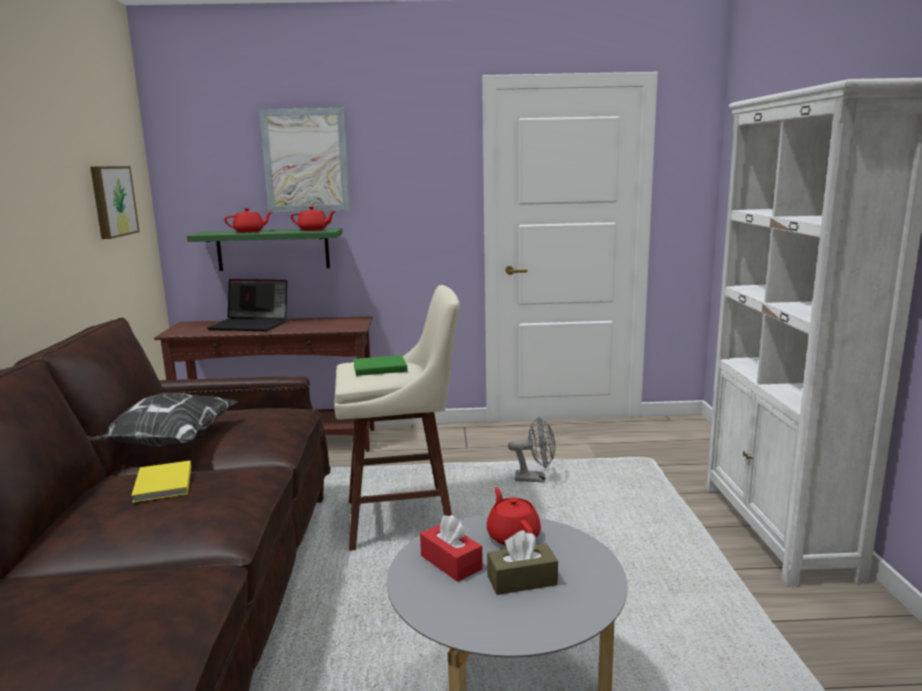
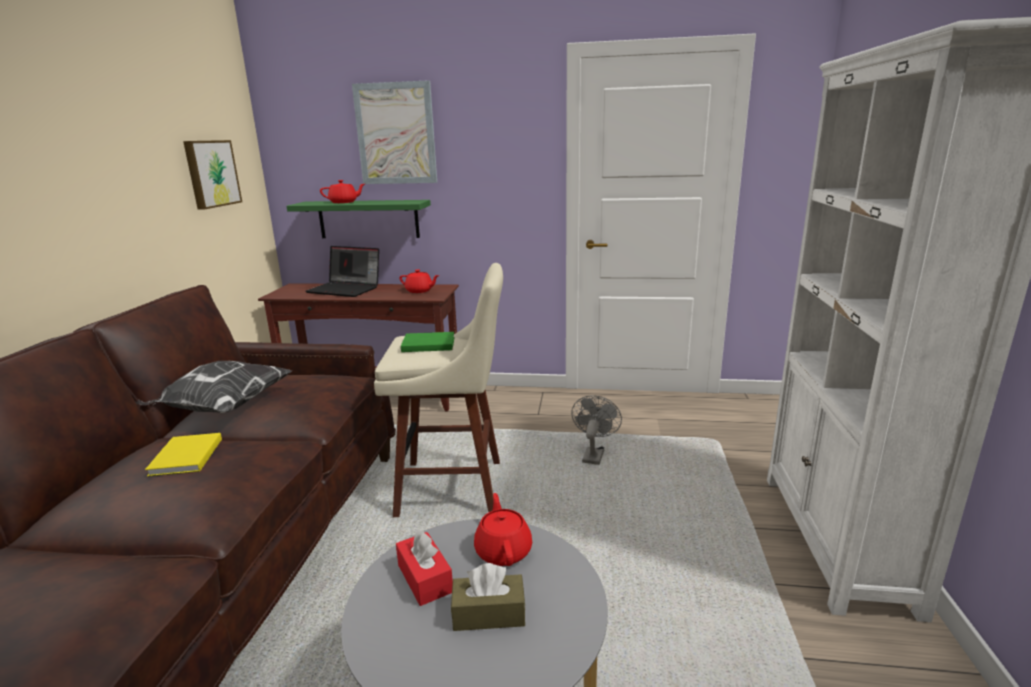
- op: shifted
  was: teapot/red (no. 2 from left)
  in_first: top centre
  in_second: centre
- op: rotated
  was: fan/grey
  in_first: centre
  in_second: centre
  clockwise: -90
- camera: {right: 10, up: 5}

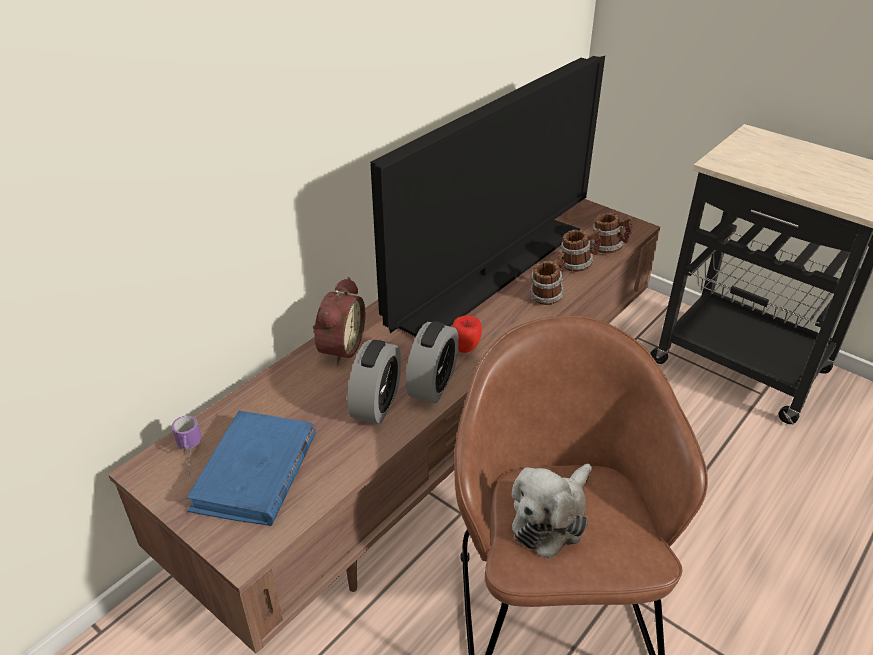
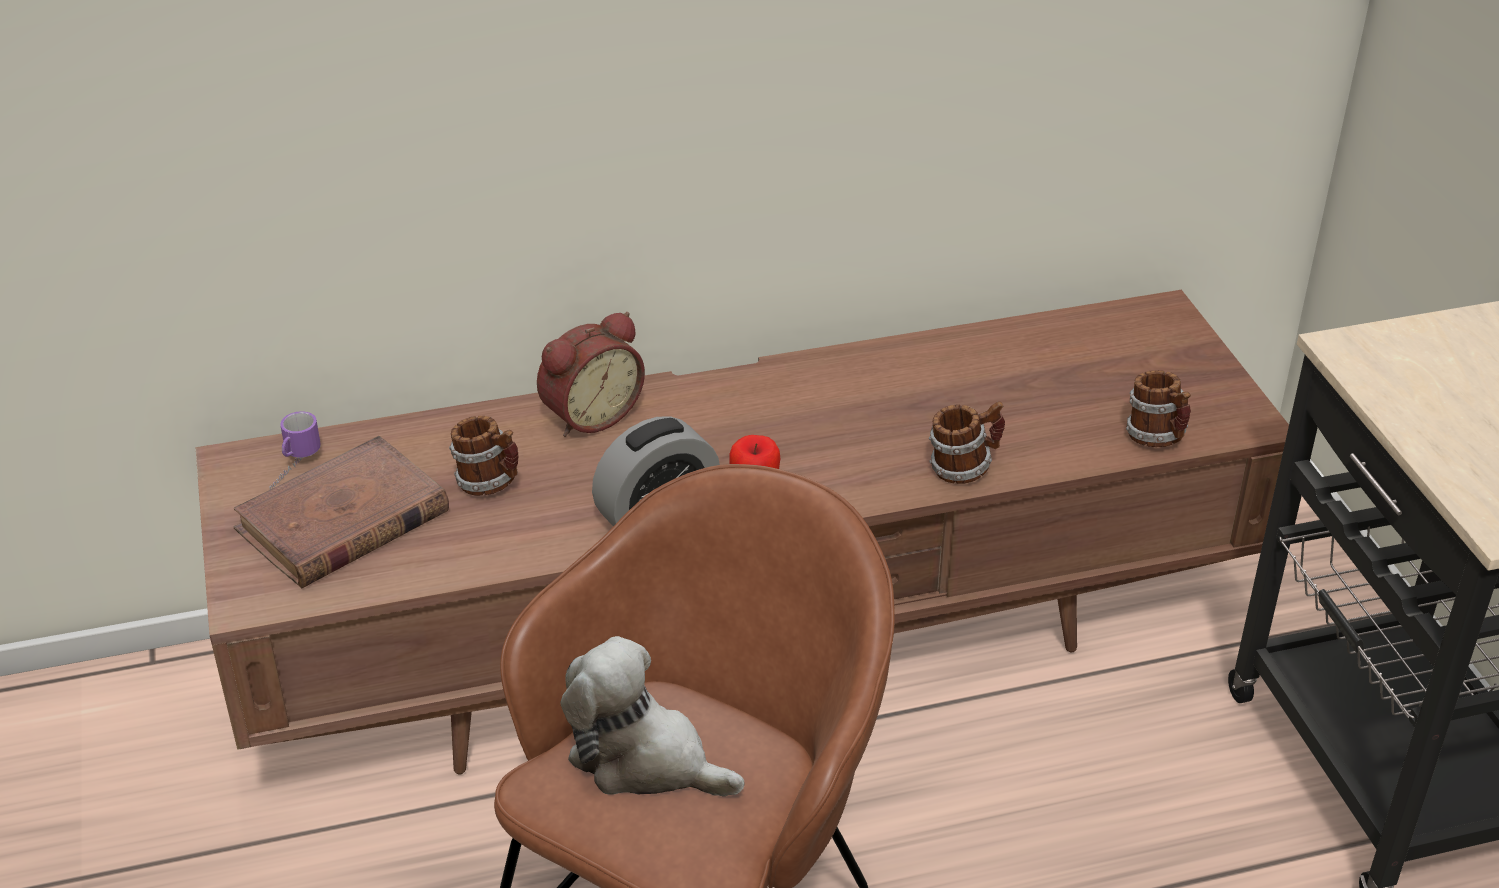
- op: gone
  was: alarm clock (no. 2 from left)
  in_first: centre
- op: gone
  was: television
  in_first: top centre
- op: shifted
  was: mug (no. 3 from left in the first image)
  now: mug (no. 2 from left)
  in_first: centre
  in_second: middle left
- op: repainted
  was: book/blue
  now: book/brown
  in_first: bottom left
  in_second: middle left
- op: rotated
  was: plush toy
  in_first: bottom centre
  in_second: bottom centre
  clockwise: 45
- camera: {right: 35, up: 0}

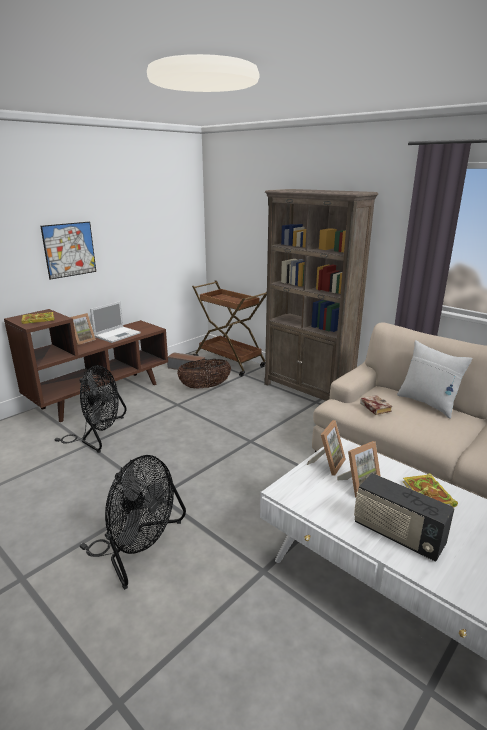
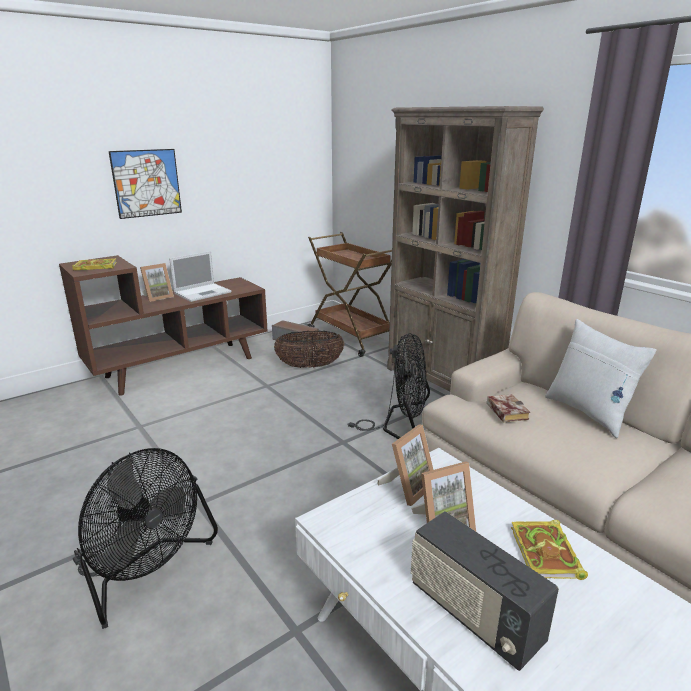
- op: shifted
  was: fan/black (no. 1 from left in the first image)
  now: fan/black (no. 2 from left)
  in_first: middle left
  in_second: centre
- camera: {right: 10, up: 0}

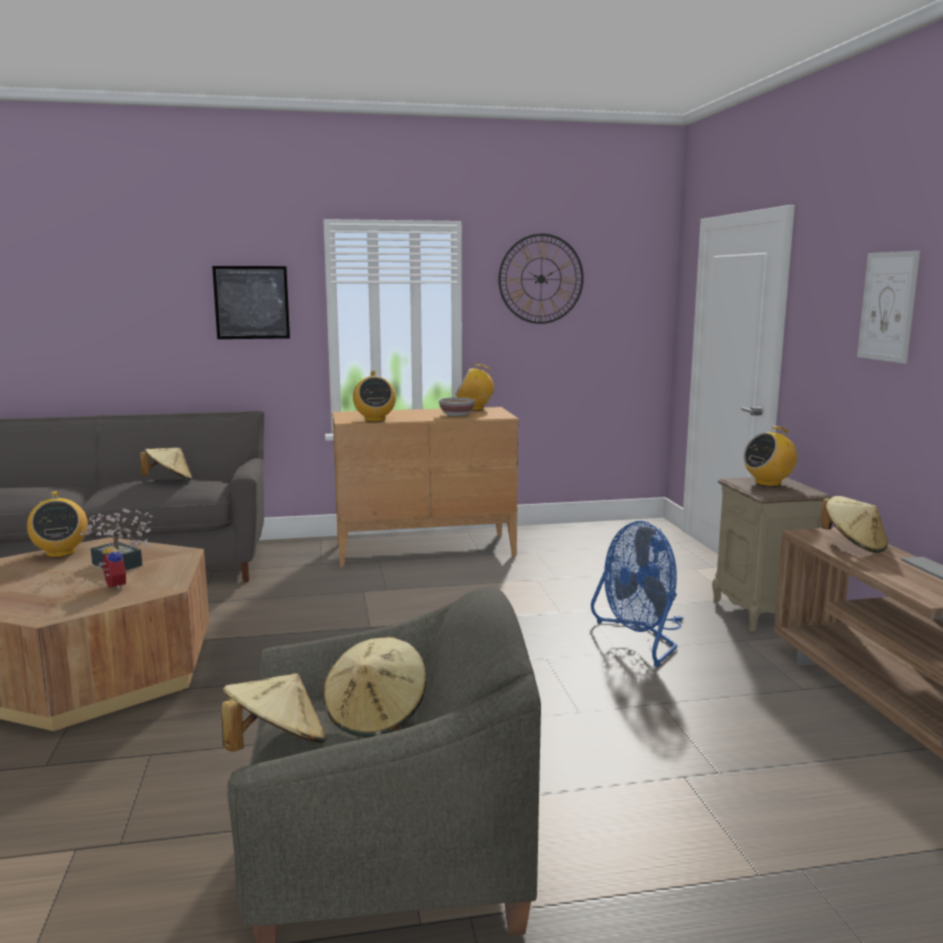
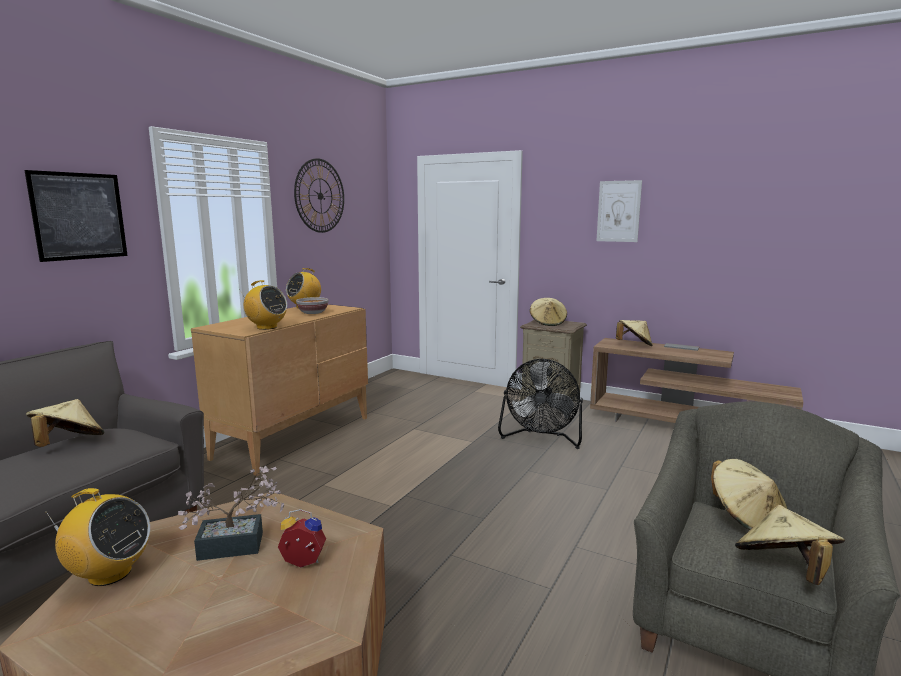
- op: swapped
  was: radio (no. 4 from left)
  now: hat/beige (no. 2 from left)
  in_first: middle right
  in_second: centre
- op: repainted
  was: fan/blue
  now: fan/black
  in_first: middle right
  in_second: centre
- camera: {right: -50, up: 0}

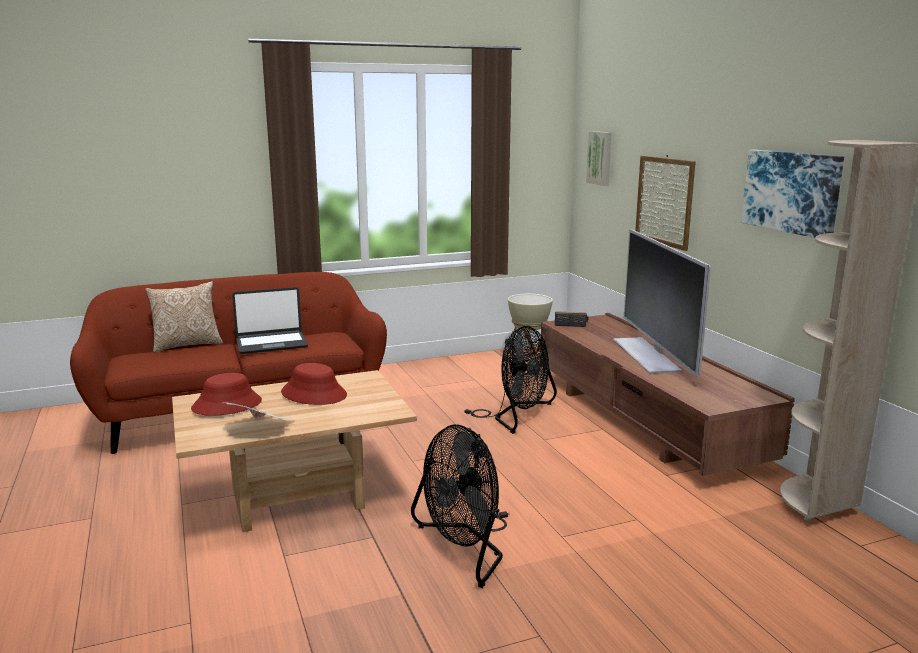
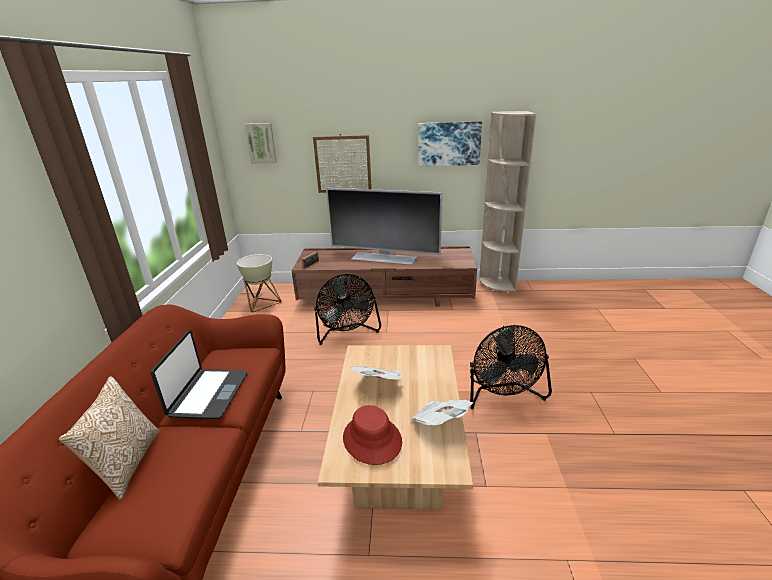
- op: swapped
  was: hat/red (no. 2 from left)
  now: newspaper (no. 1 from left)
  in_first: centre
  in_second: centre
- op: rotated
  was: fan/black (no. 2 from left in the first image)
  in_first: centre
  in_second: centre
  clockwise: 105
- camera: {right: -65, up: 10}

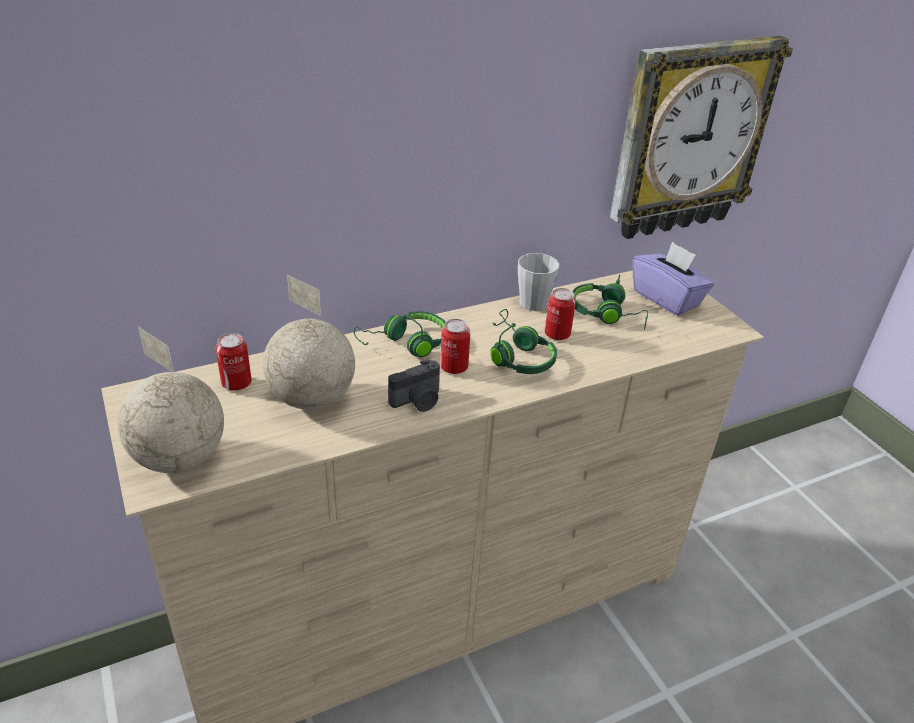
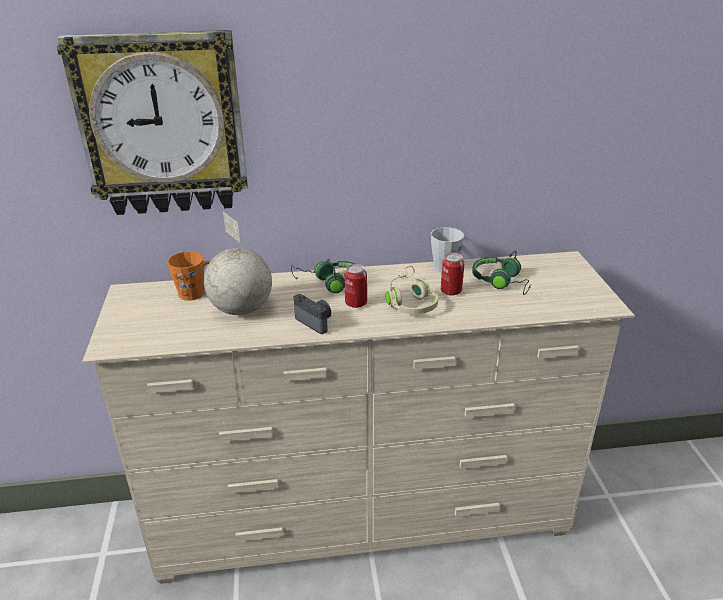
- op: gone
  was: globe (no. 1 from left)
  in_first: middle left
- op: gone
  was: tissue box/purple
  in_first: middle right
- op: shifted
  was: wall clock
  in_first: top right
  in_second: top left
- op: swapped
  was: can (no. 1 from left)
  now: mug/orange
  in_first: middle left
  in_second: middle left
- op: repainted
  was: headphones/green (no. 2 from left)
  now: headphones/beige
  in_first: centre
  in_second: centre
- op: rotated
  was: photo camera
  in_first: centre
  in_second: centre
  clockwise: -120
- camera: {right: 20, up: -5}

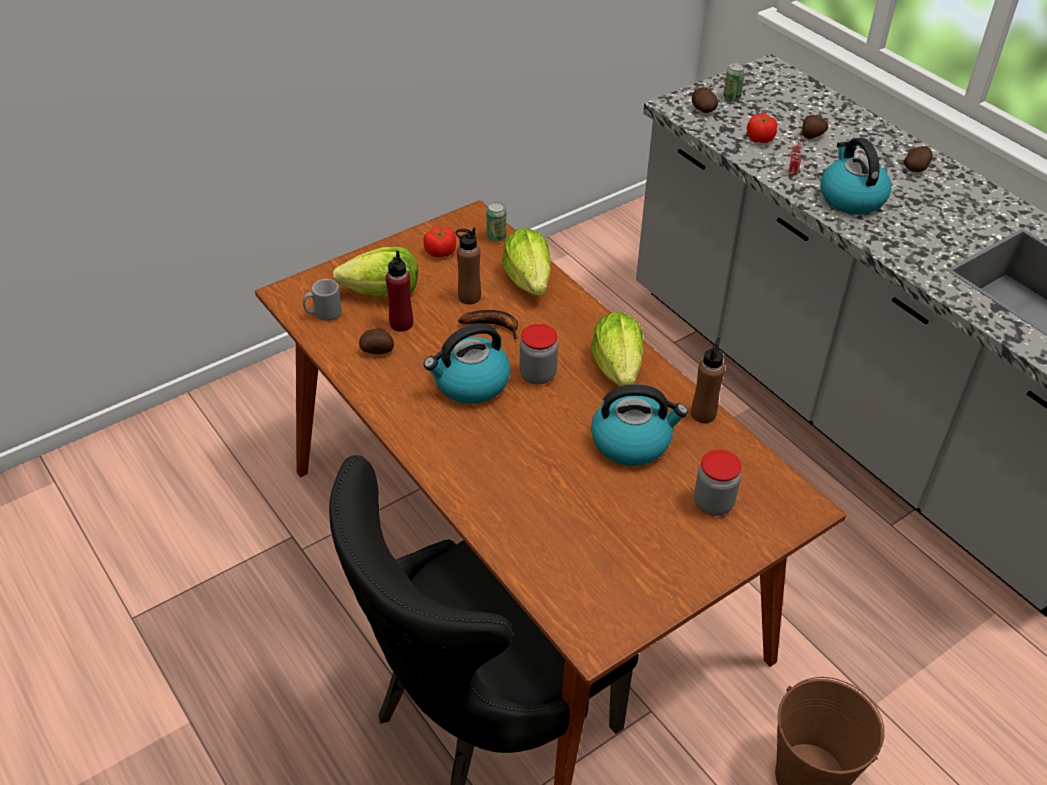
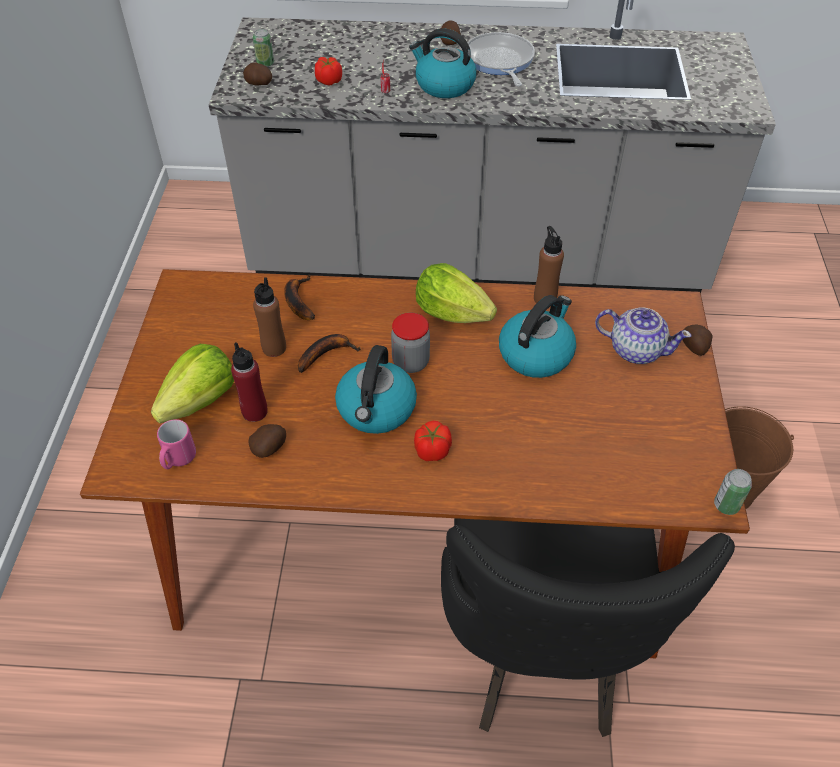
- op: new
  now: frying pan
  in_second: top centre
- op: shifted
  was: tomato (no. 1 from left in the first image)
  now: tomato (no. 2 from left)
  in_first: top centre
  in_second: centre
- op: shifted
  was: can (no. 1 from left in the first image)
  now: can (no. 3 from left)
  in_first: top centre
  in_second: middle right
- op: shifted
  was: potato (no. 3 from left in the first image)
  now: potato (no. 4 from left)
  in_first: top right
  in_second: middle right
- op: swapped
  was: lettuce (no. 2 from left)
  now: banana (no. 1 from left)
  in_first: centre
  in_second: centre
- op: swapped
  was: jar (no. 2 from left)
  now: teapot
  in_first: middle right
  in_second: middle right
- op: repainted
  was: mug/grey
  now: mug/pink
  in_first: middle left
  in_second: middle left
- camera: {right: -50, up: 5}

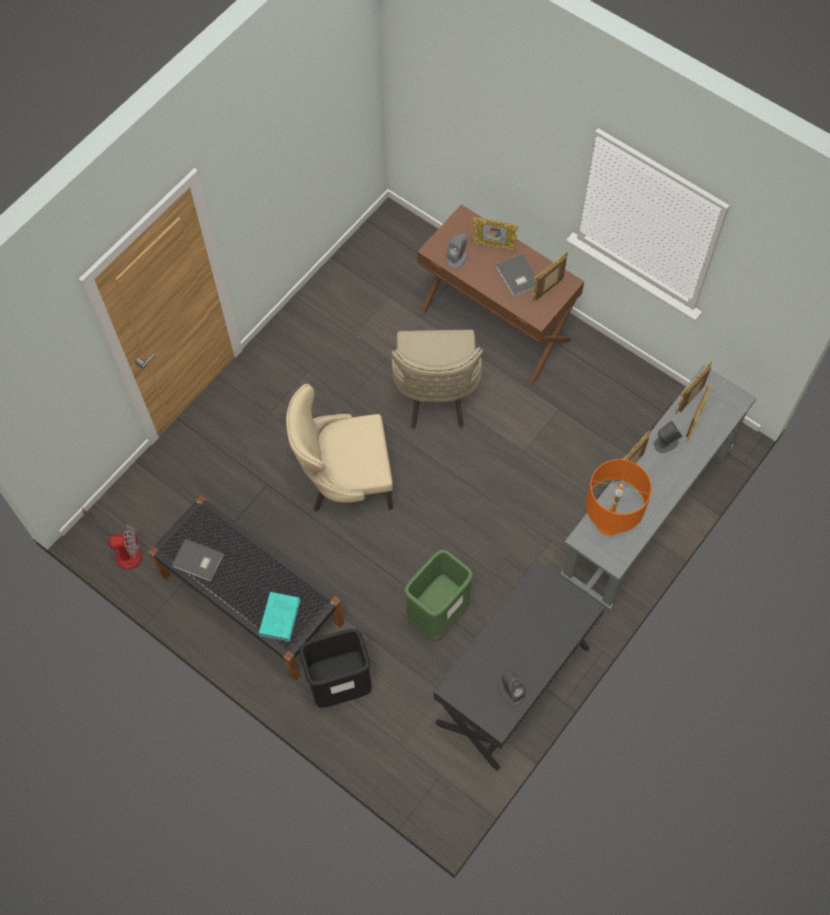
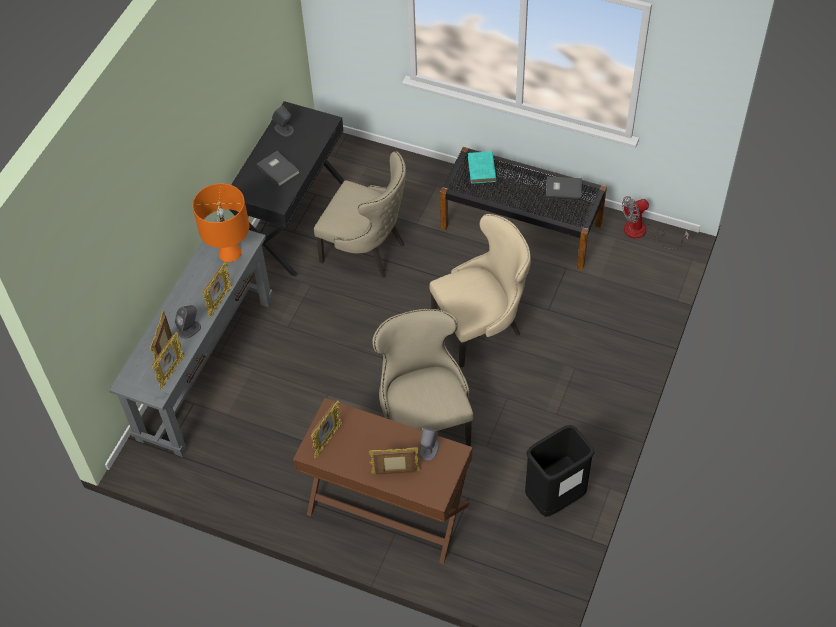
- op: shifted
  was: trash can/black
  in_first: bottom centre
  in_second: bottom right
- op: shifted
  was: book/grey (no. 2 from left in the first image)
  now: book/grey (no. 1 from left)
  in_first: top centre
  in_second: top left
- op: swapped
  was: trash can/green
  now: chair/beige (no. 1 from left)
  in_first: centre
  in_second: centre
- camera: {right: 165, up: -10}

